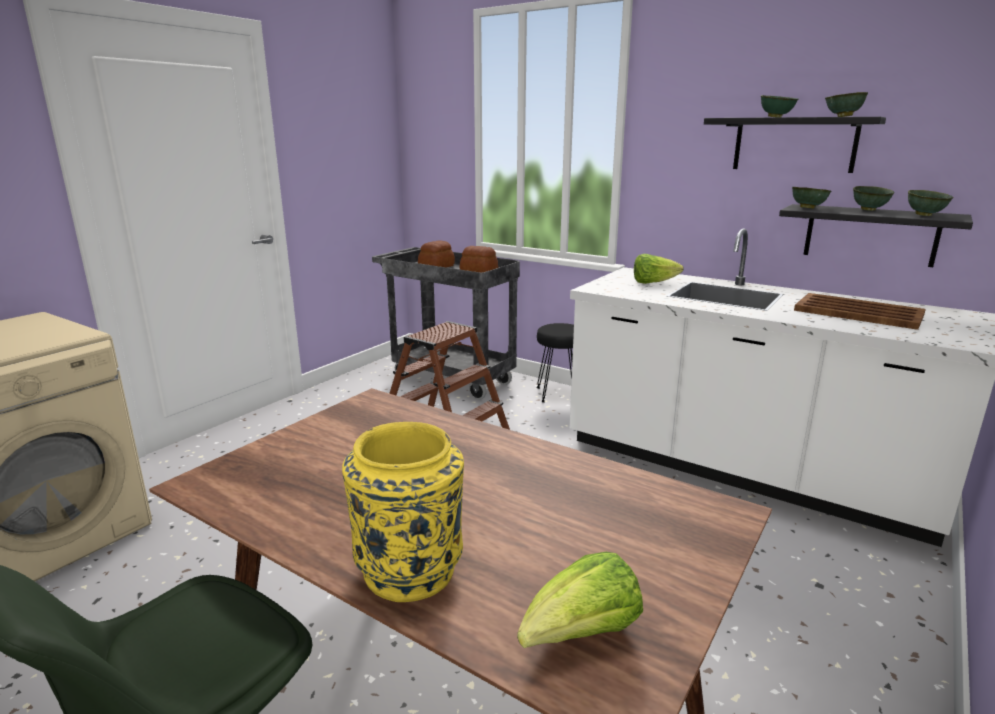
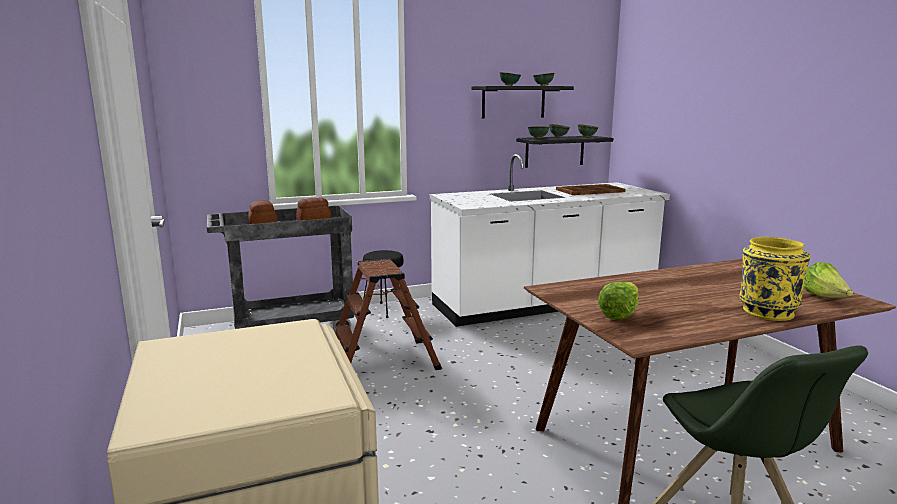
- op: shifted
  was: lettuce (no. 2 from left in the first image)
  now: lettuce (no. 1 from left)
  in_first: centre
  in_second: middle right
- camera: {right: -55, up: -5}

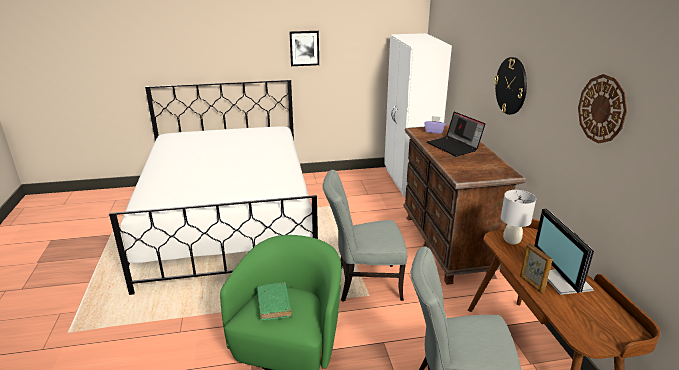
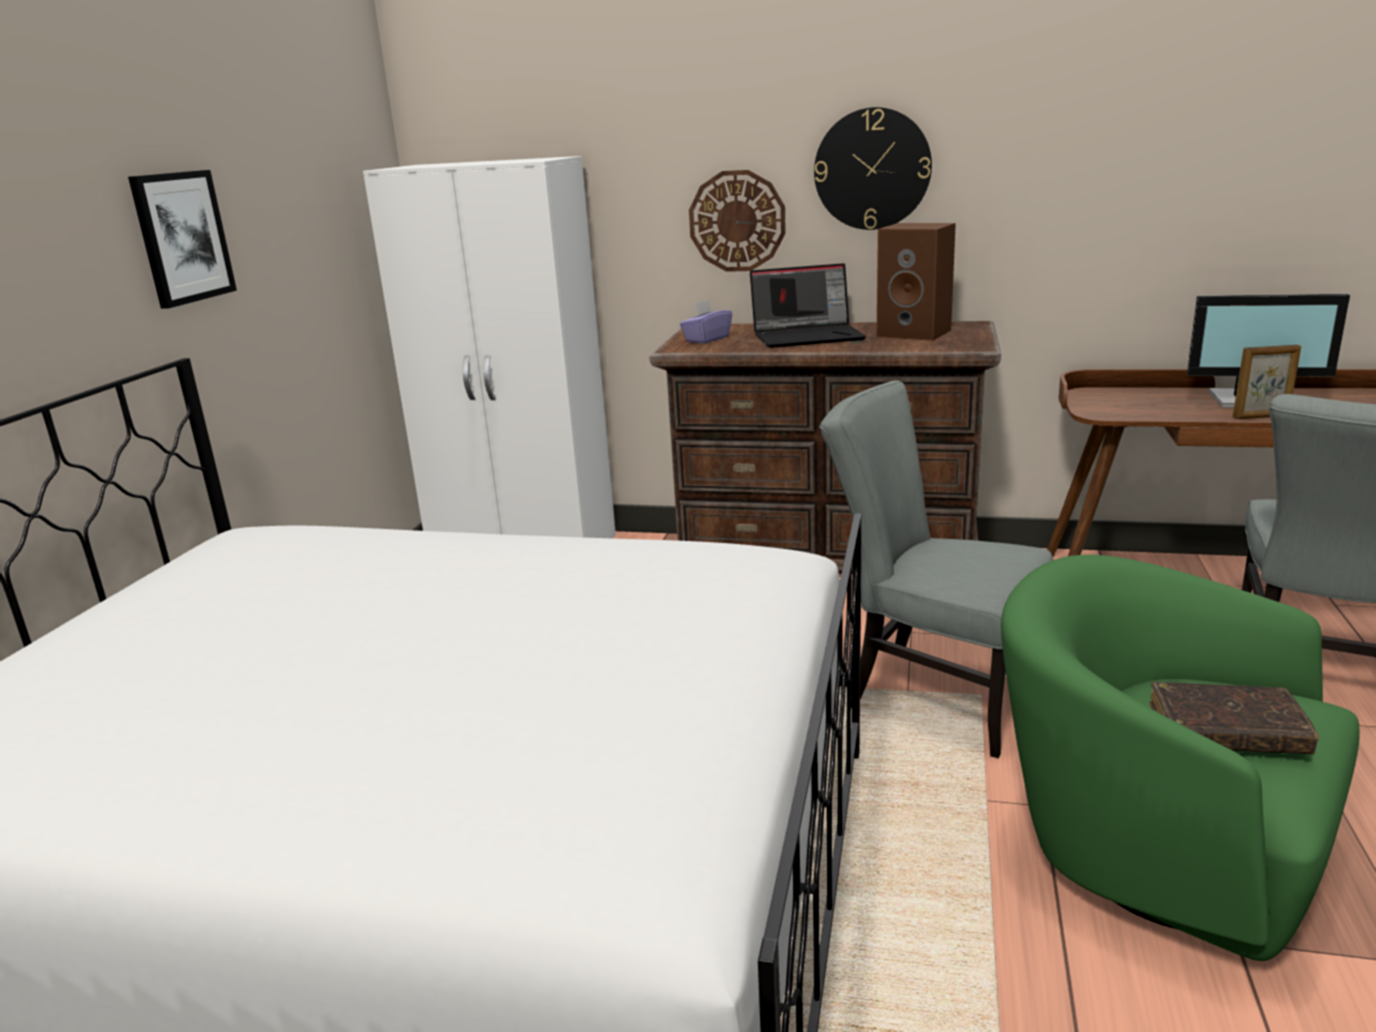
- op: gone
  was: table lamp/grey
  in_first: middle right
- op: new
  now: speaker/brown
  in_second: top centre
- op: shifted
  was: wall clock (no. 2 from left in the first image)
  now: wall clock (no. 1 from left)
  in_first: top right
  in_second: top centre
- op: repainted
  was: book/green
  now: book/brown
  in_first: bottom centre
  in_second: bottom right
- op: rotated
  was: chair/grey (no. 1 from left)
  in_first: centre
  in_second: middle right
  clockwise: 105
- camera: {right: -65, up: -5}

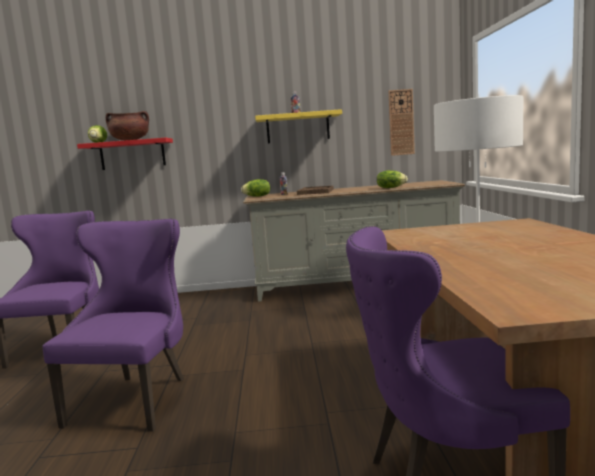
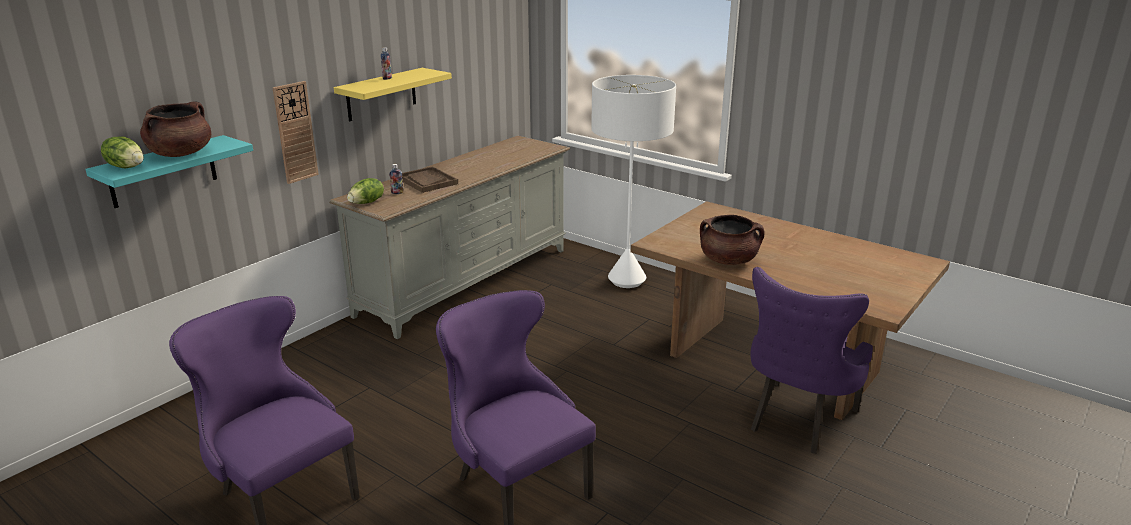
- op: gone
  was: lettuce (no. 3 from left)
  in_first: centre
- op: new
  now: cooking pot/brown (no. 2 from left)
  in_second: centre
- op: shifted
  was: wall clock
  in_first: top right
  in_second: top left
- op: repainted
  was: shelf/red
  now: shelf/turquoise
  in_first: top left
  in_second: top left
- camera: {right: -50, up: 15}

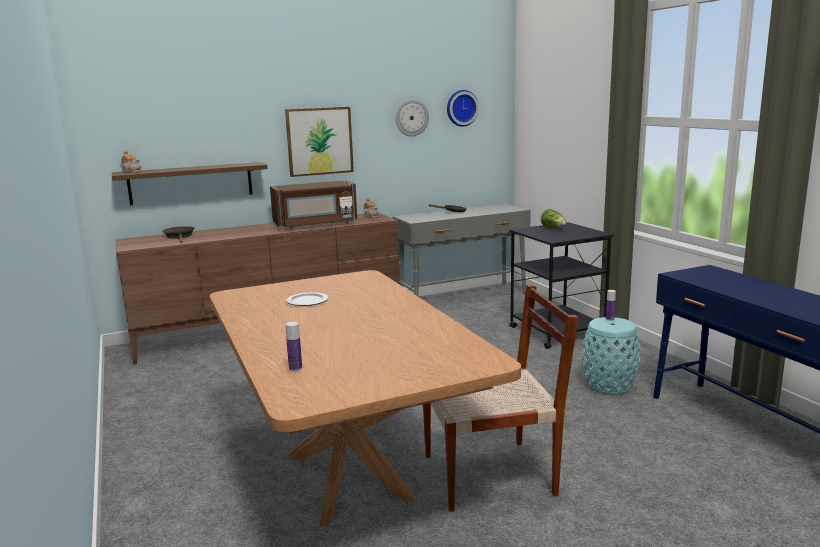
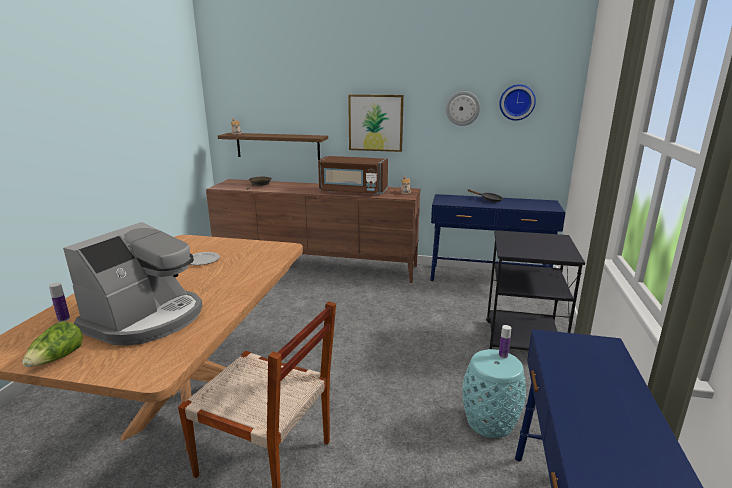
- op: new
  now: coffee machine
  in_second: middle left
- op: shifted
  was: lettuce
  in_first: middle right
  in_second: bottom left
- op: repainted
  was: console table/grey
  now: console table/blue (no. 1 from left)
  in_first: centre
  in_second: middle right
- camera: {right: 35, up: 5}

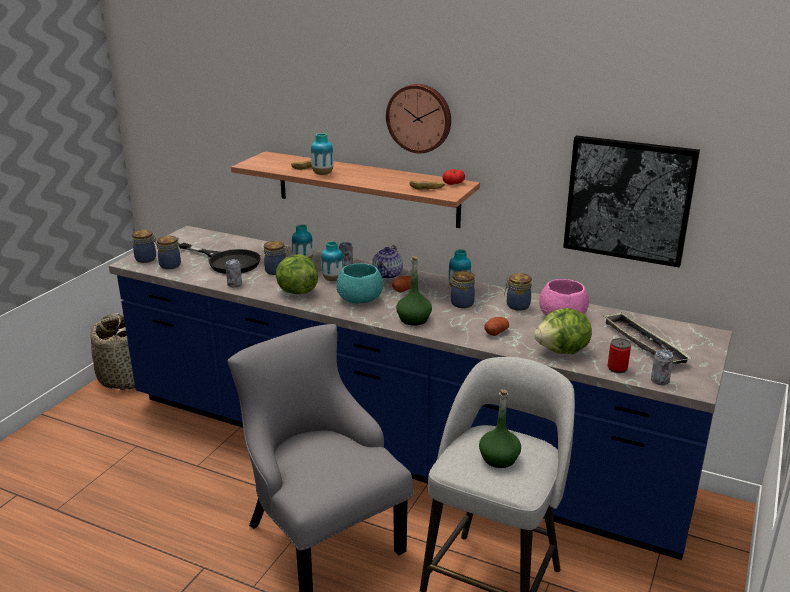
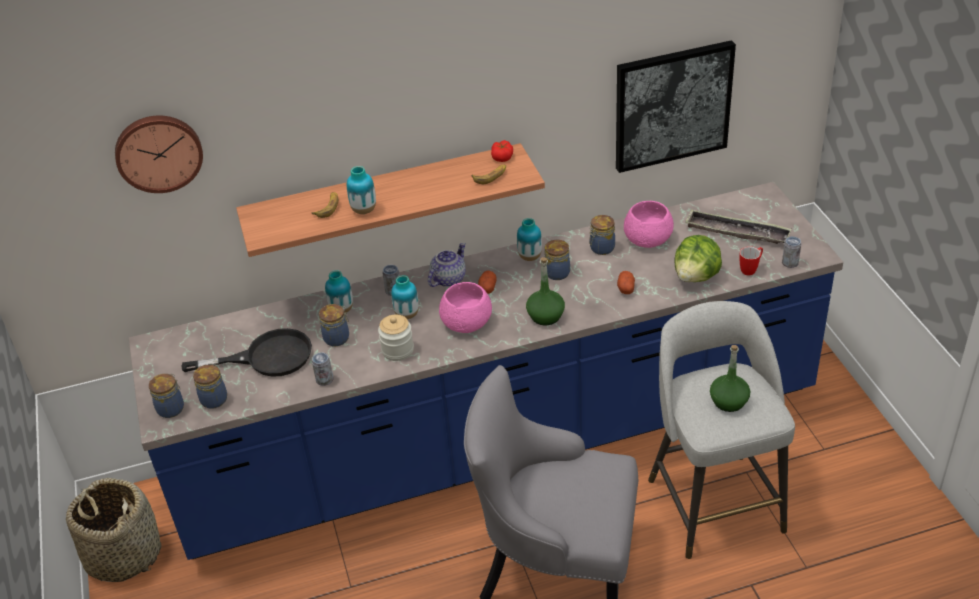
- op: shifted
  was: wall clock
  in_first: top centre
  in_second: top left
- op: swapped
  was: lettuce (no. 1 from left)
  now: jar (no. 4 from left)
  in_first: centre
  in_second: centre
- op: swapped
  was: can (no. 3 from left)
  now: mug
  in_first: middle right
  in_second: middle right
- op: repainted
  was: bowl/turquoise
  now: bowl/pink (no. 1 from left)
  in_first: centre
  in_second: centre
- op: rotated
  was: teapot
  in_first: centre
  in_second: centre
  clockwise: -120
- camera: {right: -40, up: 15}

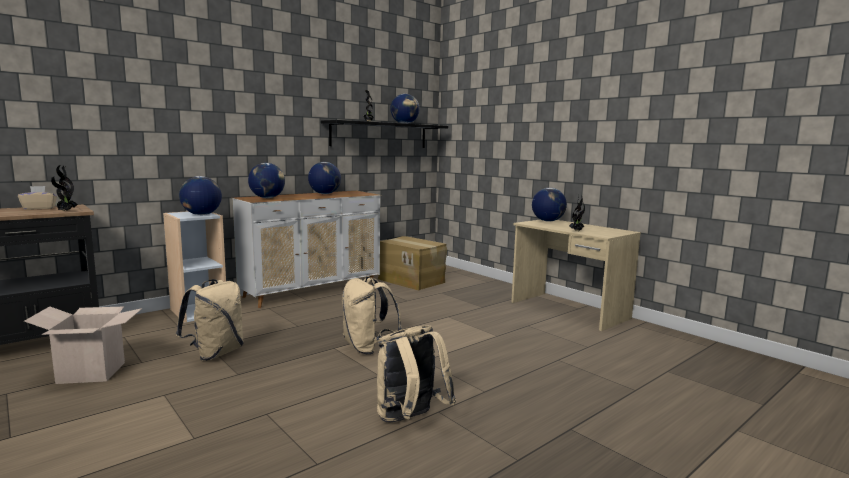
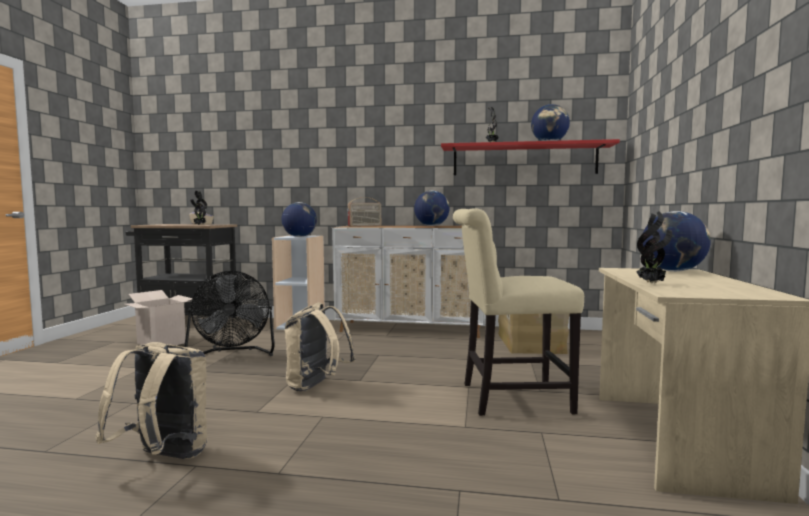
- op: new
  now: chair/beige
  in_second: centre
- op: swapped
  was: backpack/beige (no. 1 from left)
  now: fan/black
  in_first: bottom left
  in_second: middle left
- op: swapped
  was: globe (no. 2 from left)
  now: radio
  in_first: middle left
  in_second: centre
- op: repainted
  was: shelf/black
  now: shelf/red
  in_first: top centre
  in_second: top centre
- camera: {right: 50, up: -5}

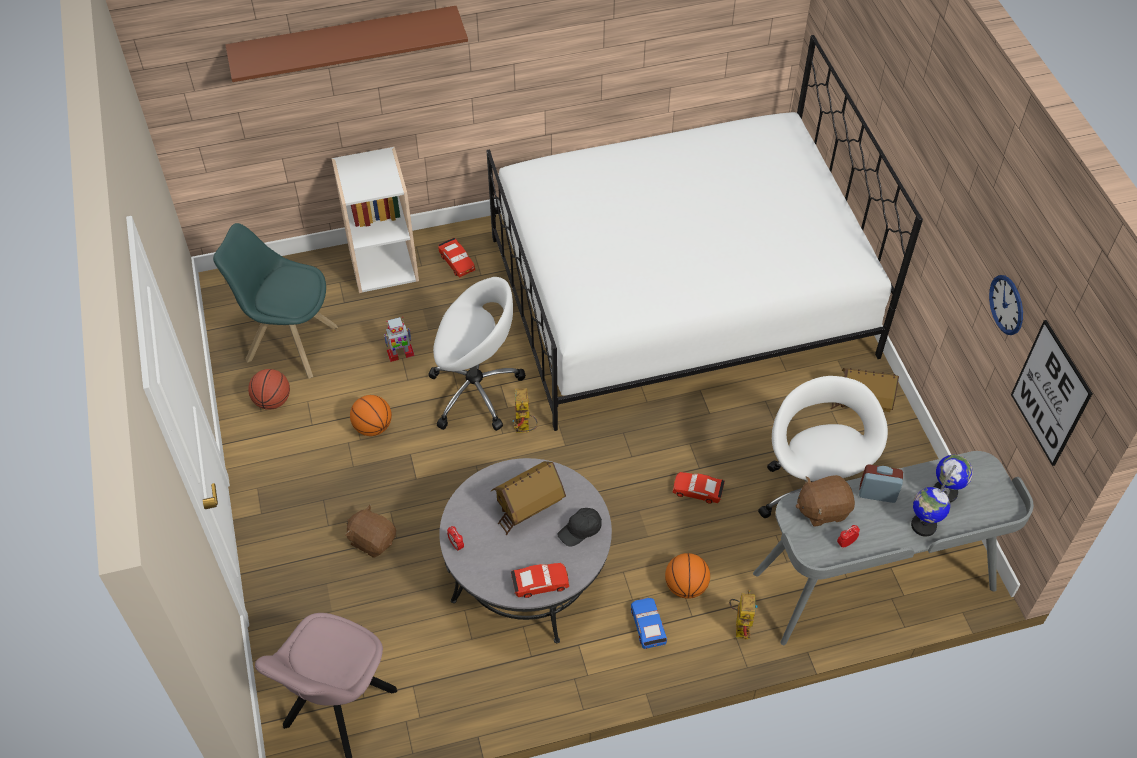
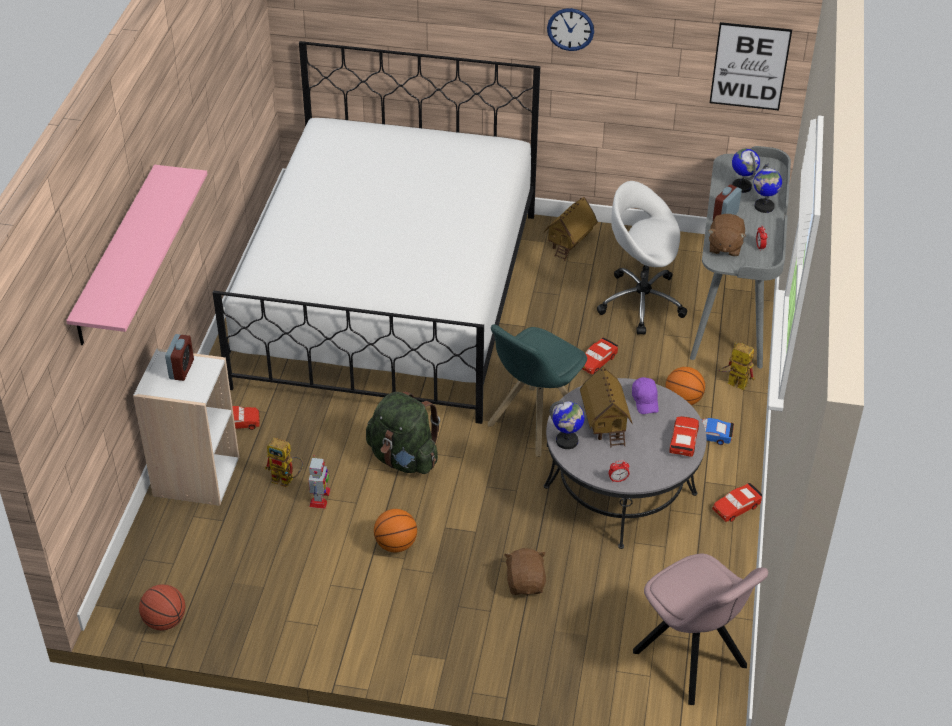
- op: new
  now: alarm clock (no. 1 from left)
  in_second: middle left
- op: new
  now: globe (no. 1 from left)
  in_second: centre
- op: new
  now: toy car/red (no. 4 from left)
  in_second: bottom right
- op: shifted
  was: chair/turquoise
  in_first: middle left
  in_second: centre
- op: shifted
  was: basketball (no. 1 from left)
  in_first: middle left
  in_second: bottom left
- op: shifted
  was: toy robot (no. 2 from left in the first image)
  now: toy robot (no. 1 from left)
  in_first: centre
  in_second: middle left
- op: shifted
  was: wall clock
  in_first: middle right
  in_second: top centre
- op: swapped
  was: office chair/white (no. 1 from left)
  now: backpack/green
  in_first: centre
  in_second: centre
- op: repainted
  was: shelf/brown
  now: shelf/pink
  in_first: top left
  in_second: middle left
- op: repainted
  was: cap/black
  now: cap/purple
  in_first: bottom centre
  in_second: middle right
- op: rotated
  was: plush toy/brown (no. 1 from left)
  in_first: bottom left
  in_second: bottom centre
  clockwise: 120
- camera: {right: -65, up: -10}

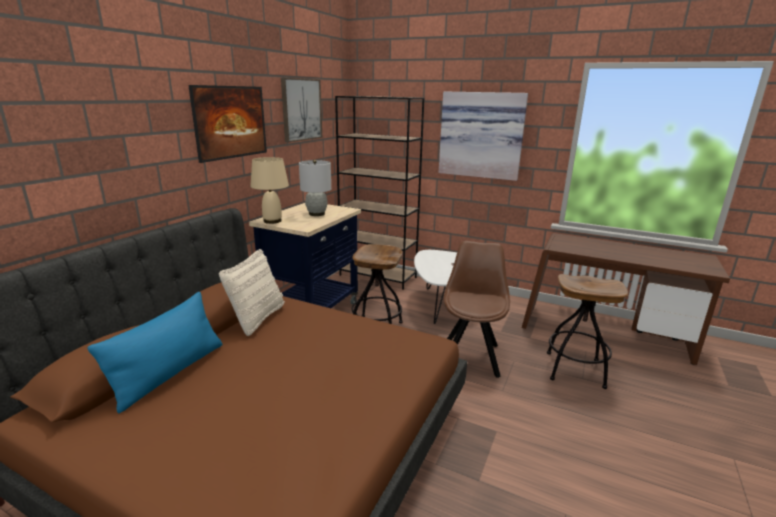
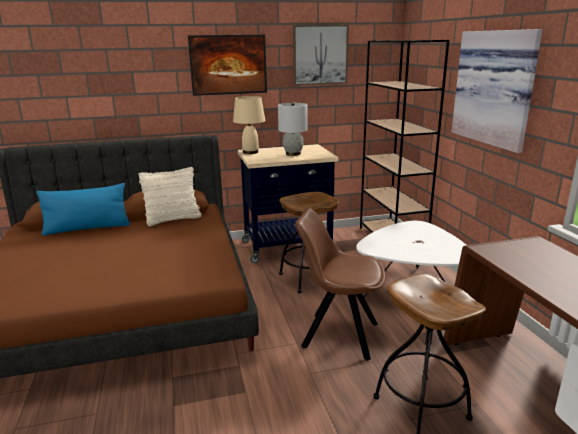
- op: rotated
  was: chair/brown
  in_first: centre
  in_second: centre
  clockwise: -135
- camera: {right: 50, up: 0}

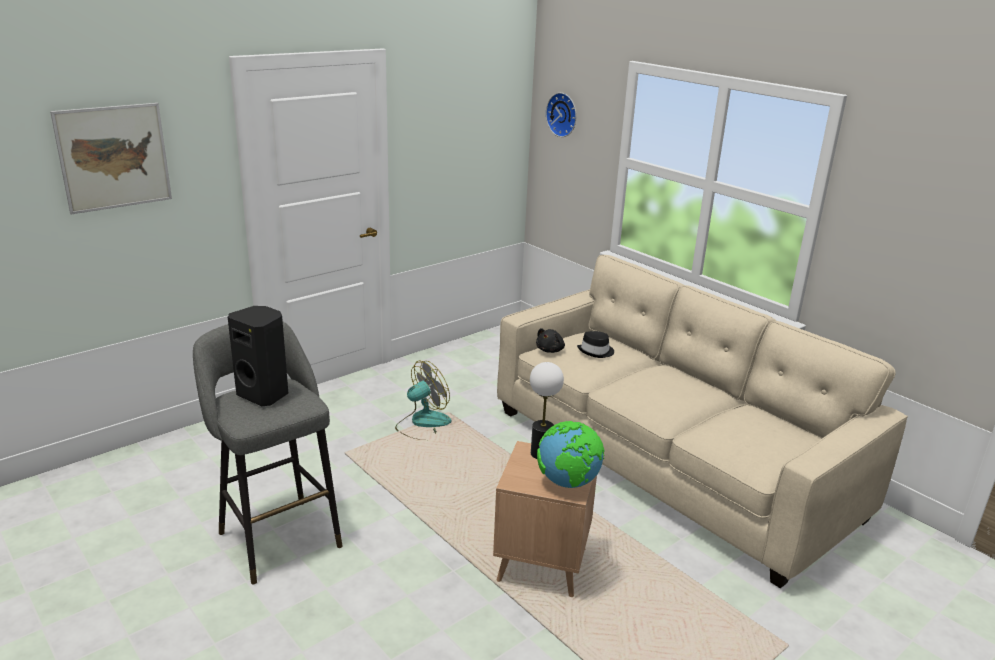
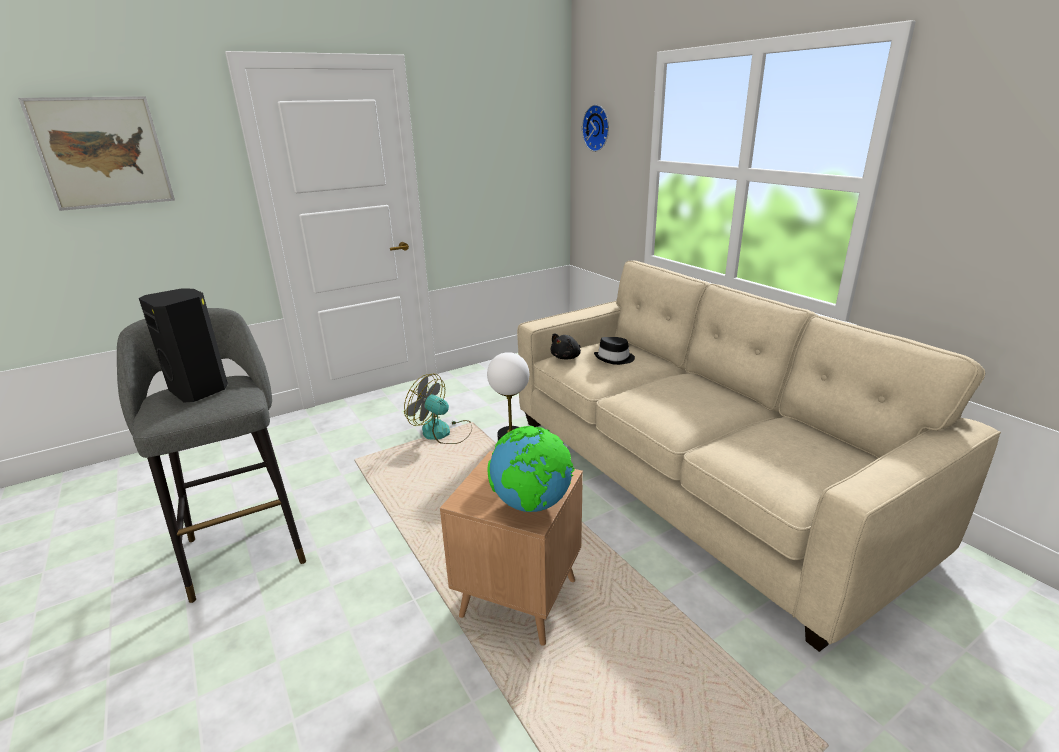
- op: rotated
  was: fan
  in_first: centre
  in_second: centre
  clockwise: -120
- camera: {right: 10, up: 0}

